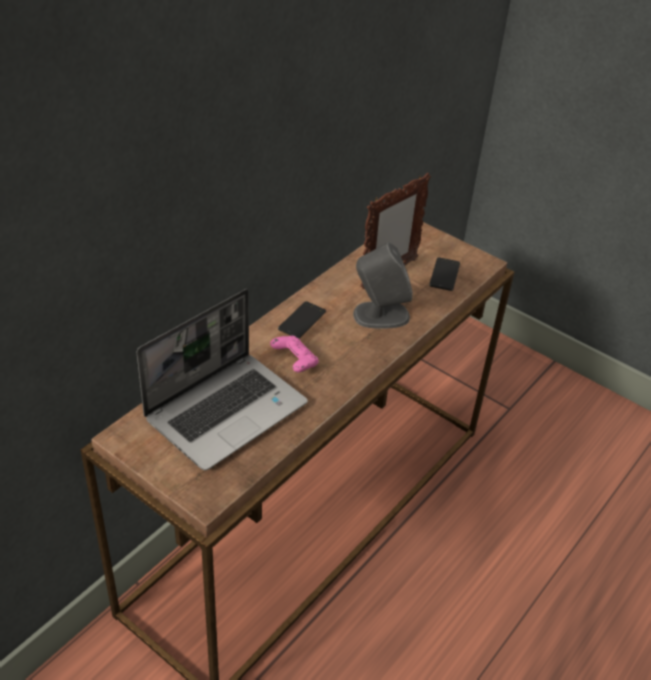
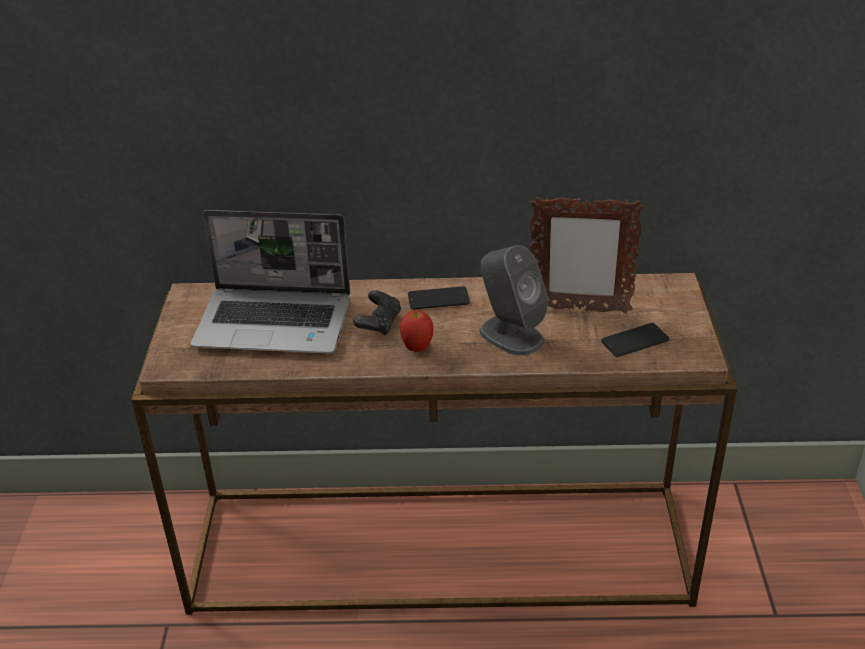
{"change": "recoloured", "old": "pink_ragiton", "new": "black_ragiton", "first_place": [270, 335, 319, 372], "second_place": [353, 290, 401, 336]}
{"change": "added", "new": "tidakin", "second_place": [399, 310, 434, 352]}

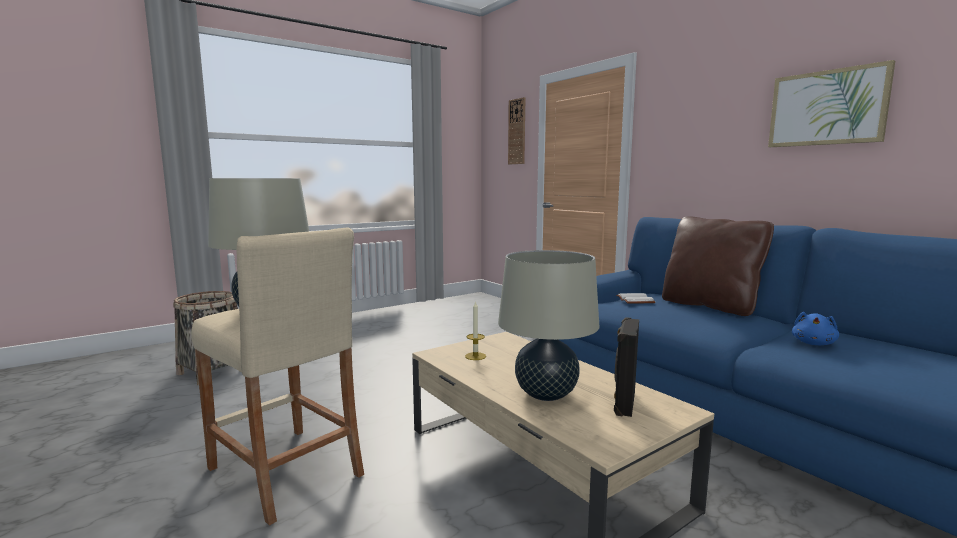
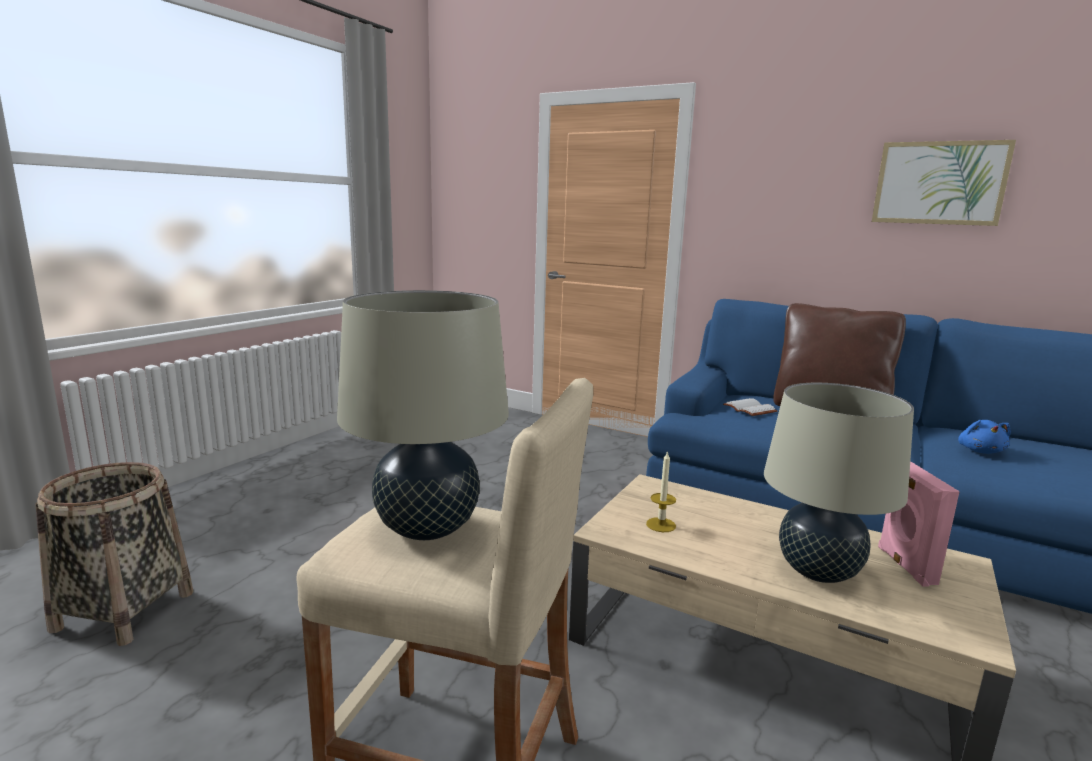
{"change": "recoloured", "old": "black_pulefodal", "new": "pink_pulefodal", "first_place": [614, 317, 639, 417], "second_place": [878, 462, 960, 586]}
{"change": "removed", "old": "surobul", "first_place": [508, 97, 525, 164]}

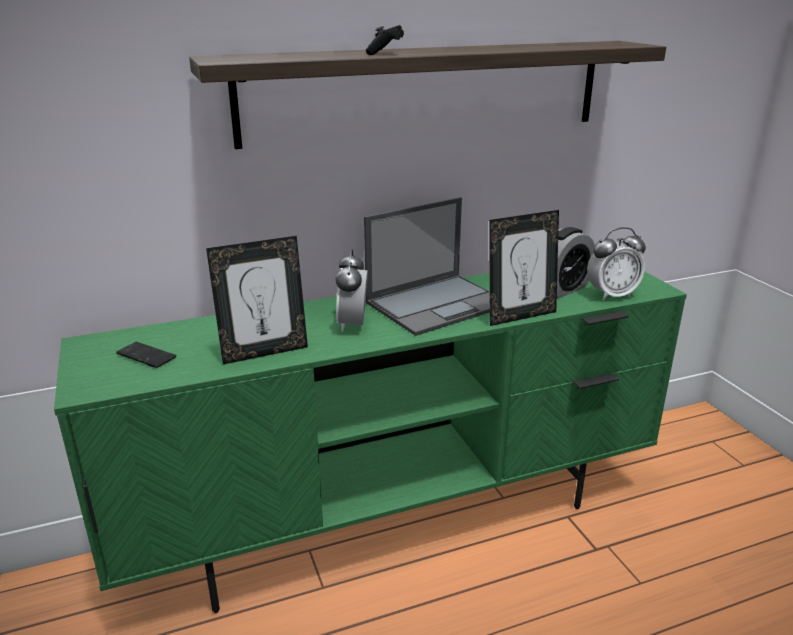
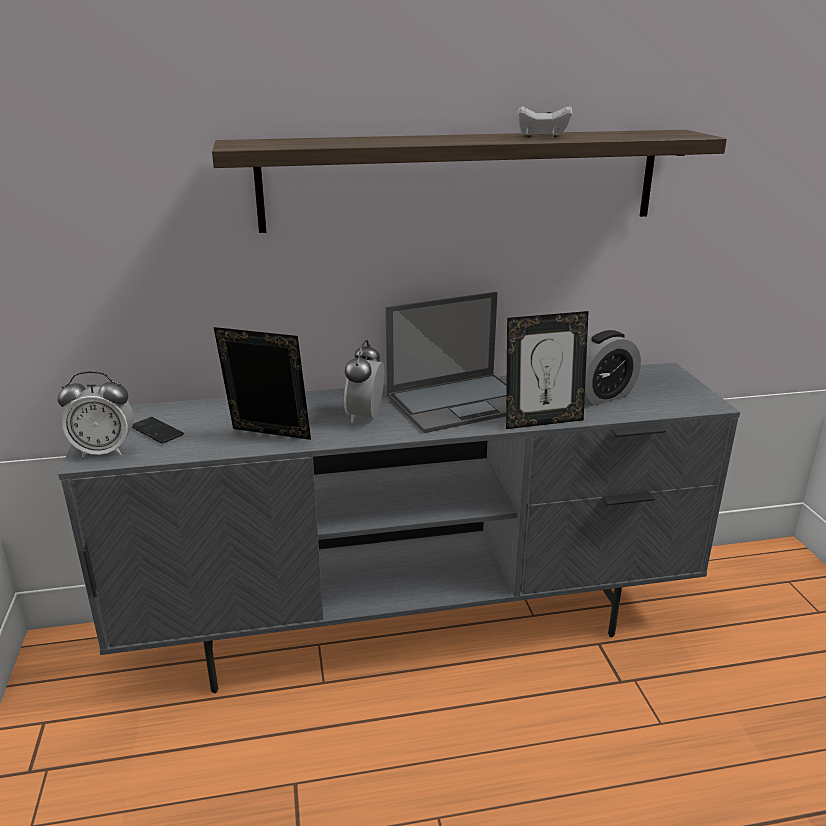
{"change": "moved", "old": "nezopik", "first_place": [587, 227, 646, 301], "second_place": [57, 371, 134, 458]}
{"change": "recoloured", "old": "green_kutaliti", "new": "grey_kutaliti", "first_place": [54, 272, 687, 613], "second_place": [58, 363, 740, 693]}
{"change": "turned", "old": "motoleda", "first_place": [206, 236, 308, 364], "second_place": [214, 327, 311, 440], "degrees": -150}
{"change": "added", "new": "white_ragiton", "second_place": [517, 106, 572, 137]}
{"change": "removed", "old": "black_ragiton", "first_place": [366, 25, 404, 55]}

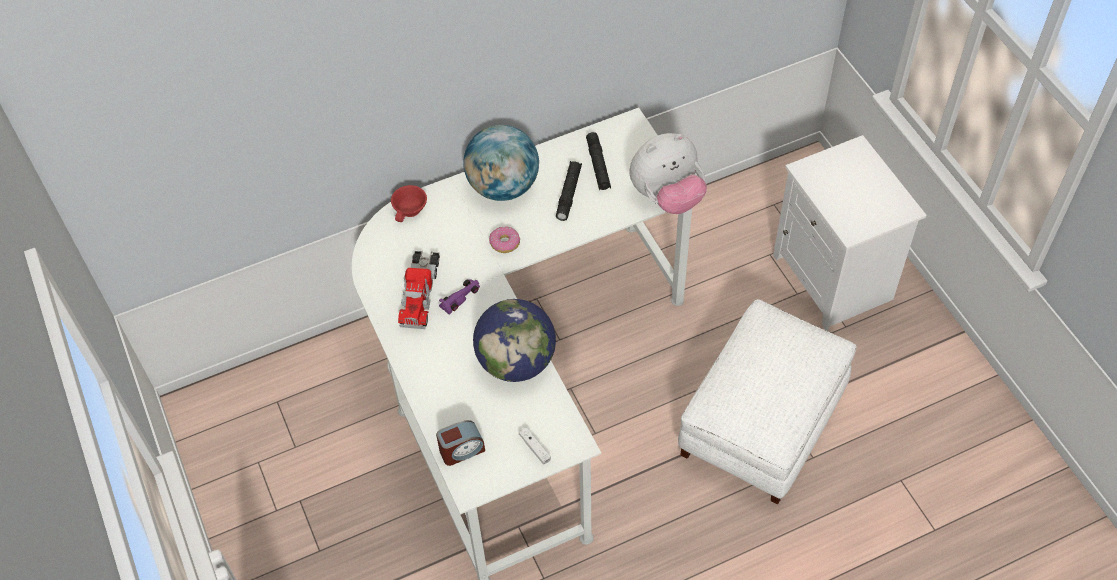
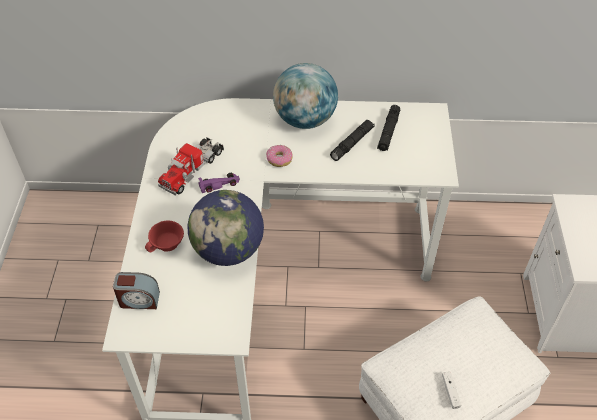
{"change": "moved", "old": "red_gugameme", "first_place": [391, 185, 427, 222], "second_place": [145, 220, 184, 252]}
{"change": "moved", "old": "white_ragiton", "first_place": [519, 427, 551, 464], "second_place": [442, 372, 461, 409]}
{"change": "removed", "old": "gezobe", "first_place": [629, 133, 707, 214]}

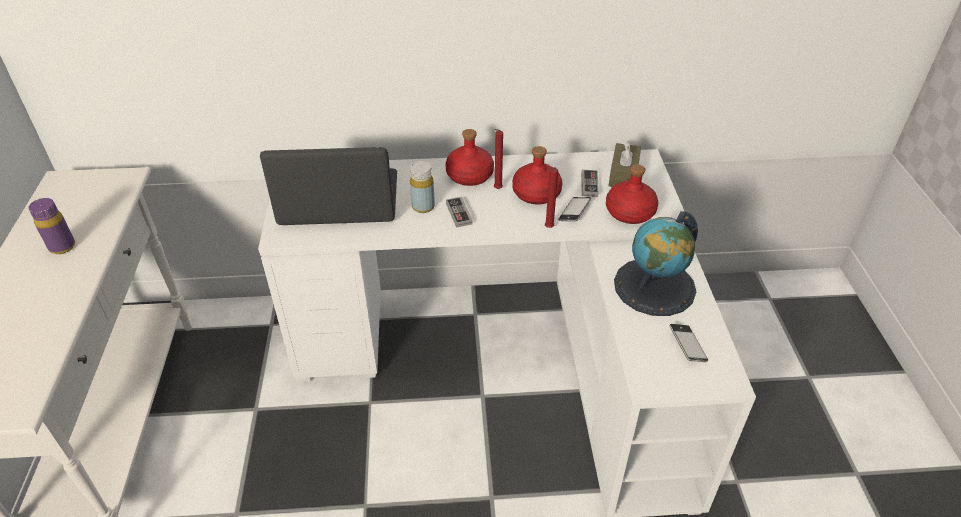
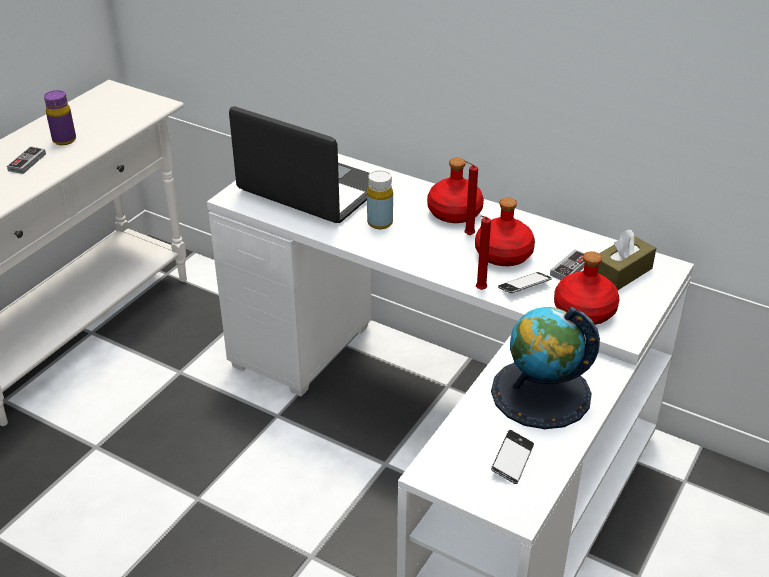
{"change": "moved", "old": "ragiton", "first_place": [446, 197, 473, 228], "second_place": [7, 146, 46, 174]}

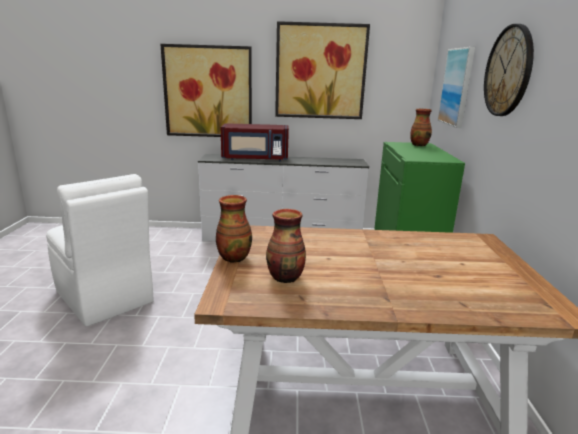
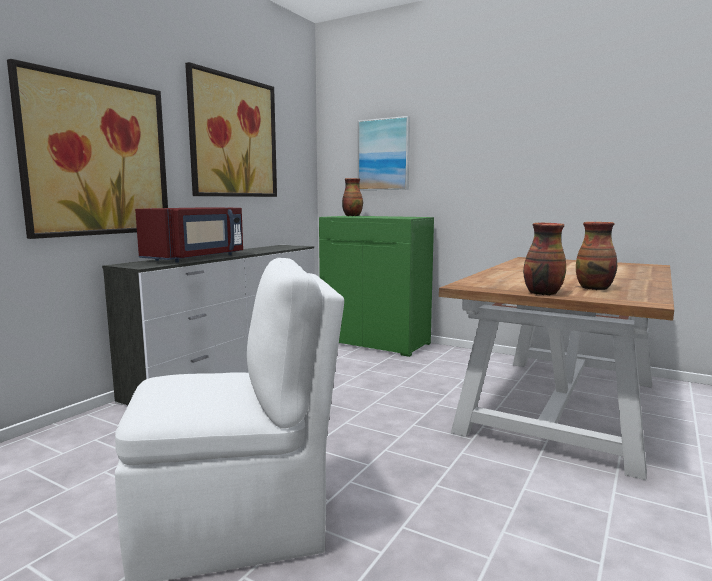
{"change": "removed", "old": "surobul", "first_place": [484, 24, 534, 116]}

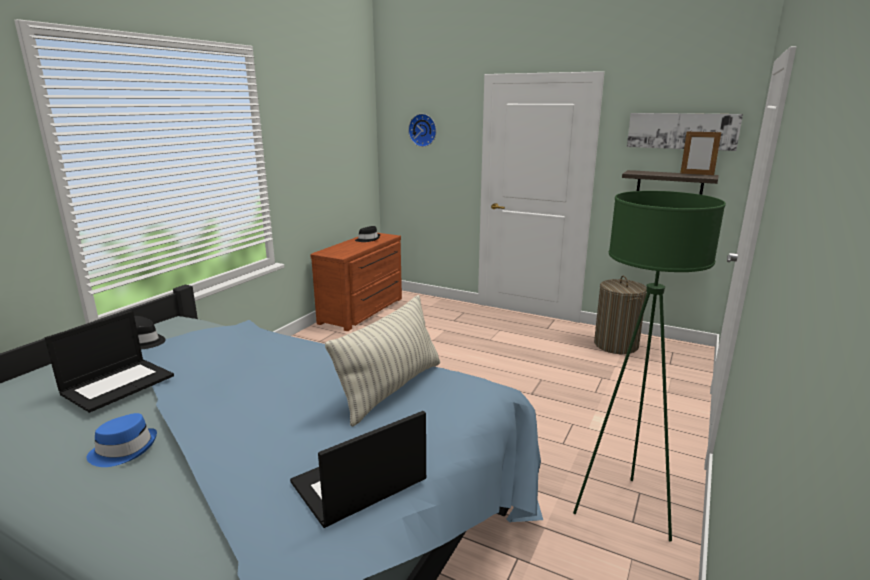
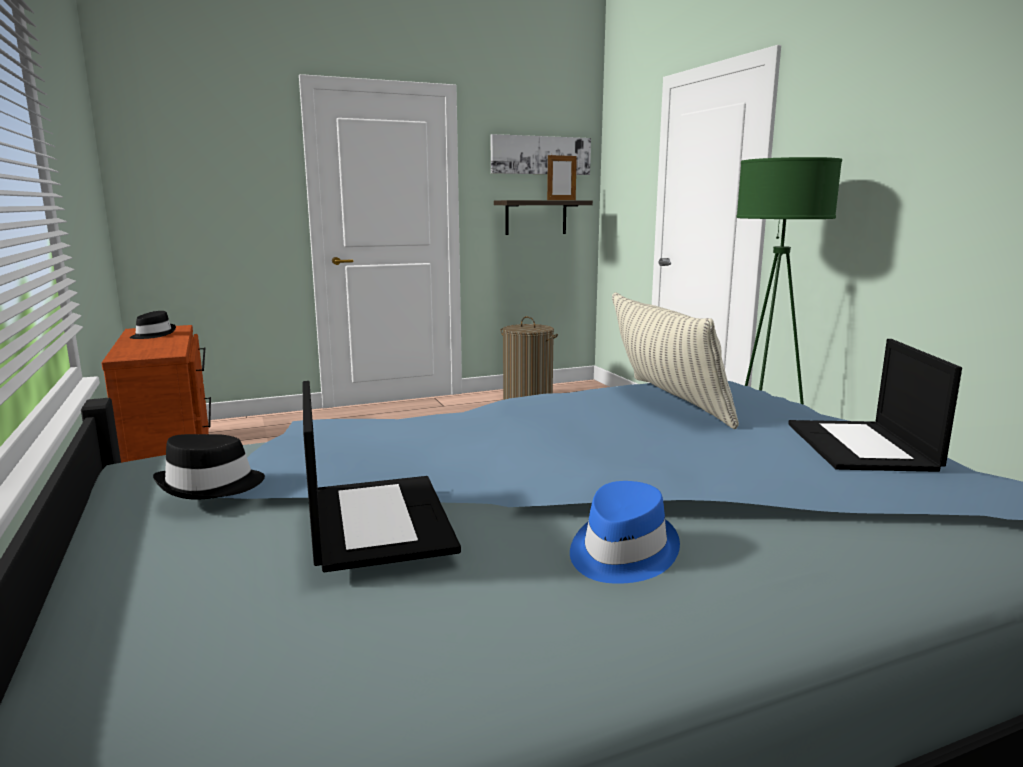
{"change": "removed", "old": "surobul", "first_place": [408, 114, 436, 147]}

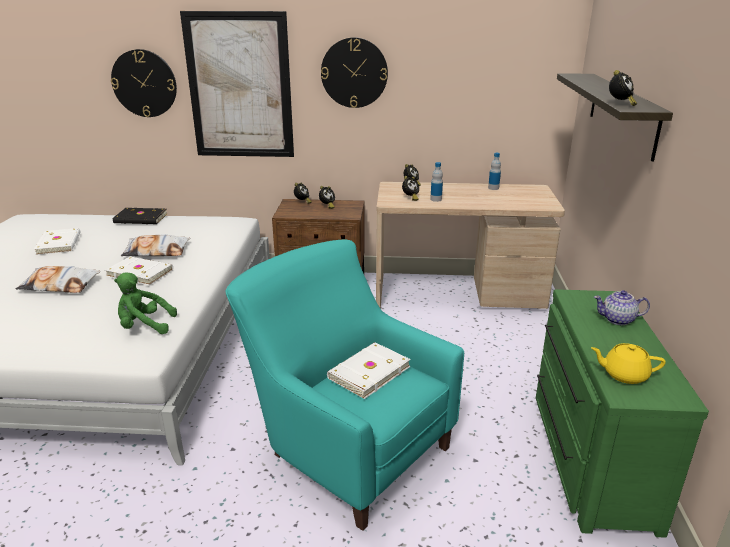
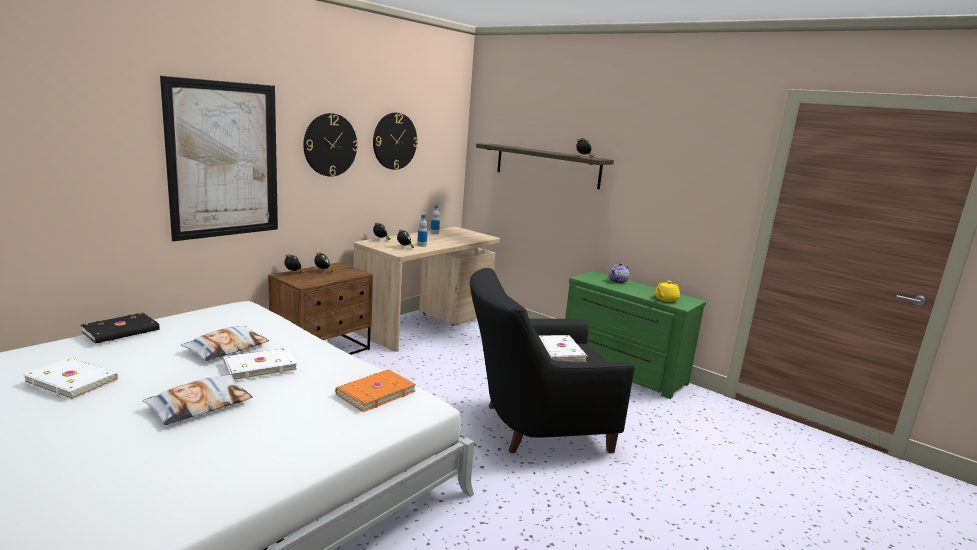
{"change": "replaced", "old": "green_gezobe", "new": "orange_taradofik", "first_place": [114, 272, 177, 334], "second_place": [335, 369, 416, 412]}
{"change": "moved", "old": "surobul", "first_place": [111, 49, 177, 117], "second_place": [373, 113, 418, 170]}
{"change": "recoloured", "old": "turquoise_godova", "new": "black_godova", "first_place": [225, 239, 464, 531], "second_place": [470, 268, 634, 453]}

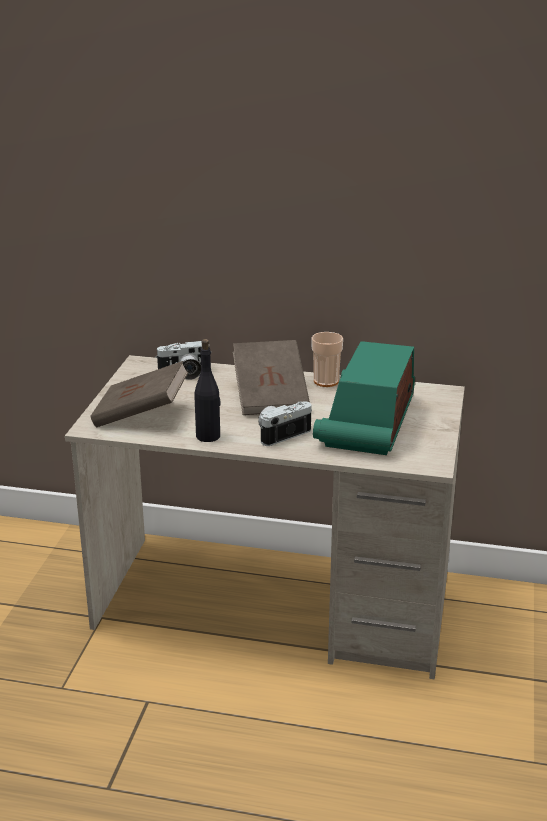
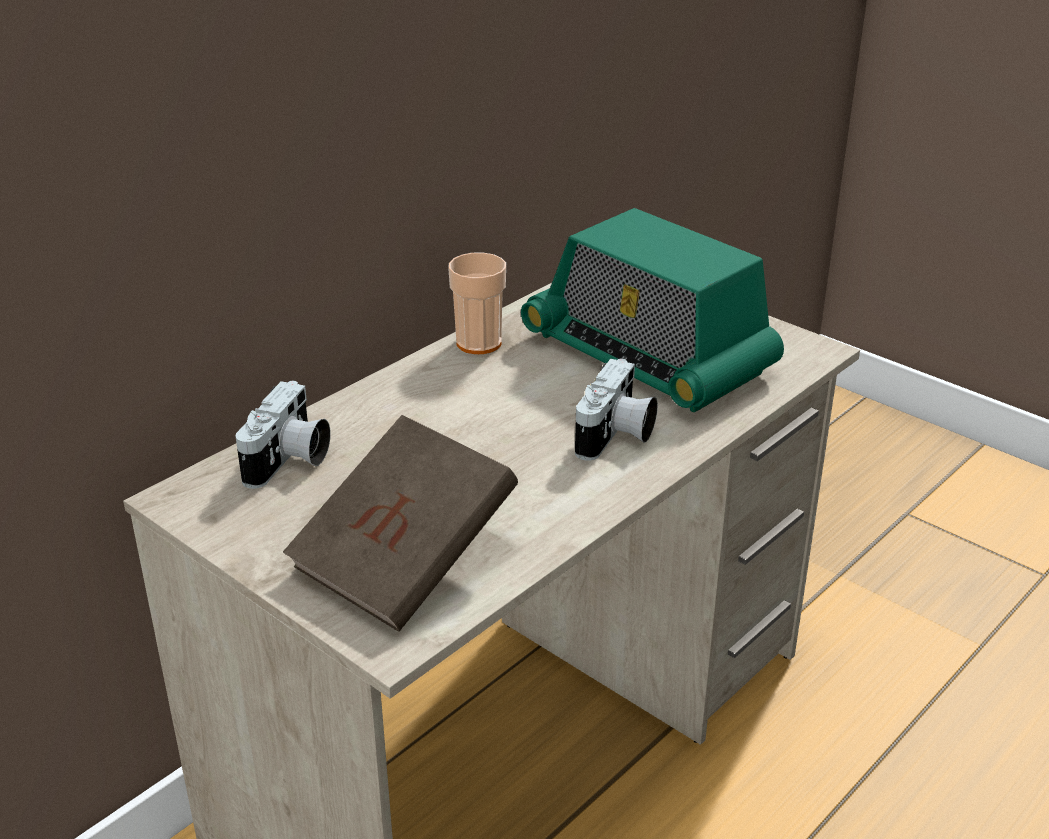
{"change": "turned", "old": "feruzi", "first_place": [258, 401, 312, 446], "second_place": [575, 358, 658, 461], "degrees": -150}
{"change": "removed", "old": "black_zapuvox", "first_place": [194, 339, 221, 442]}
{"change": "removed", "old": "brown_taradofik", "first_place": [233, 340, 310, 415]}

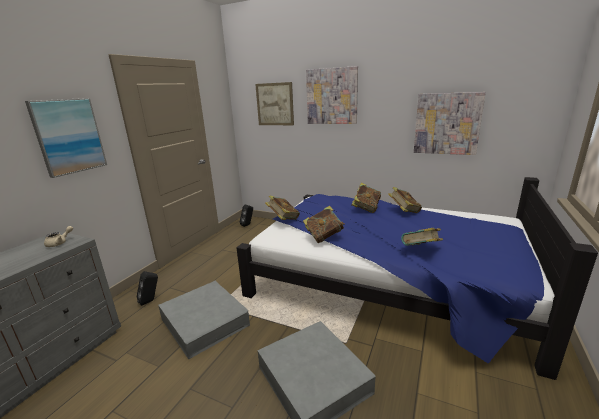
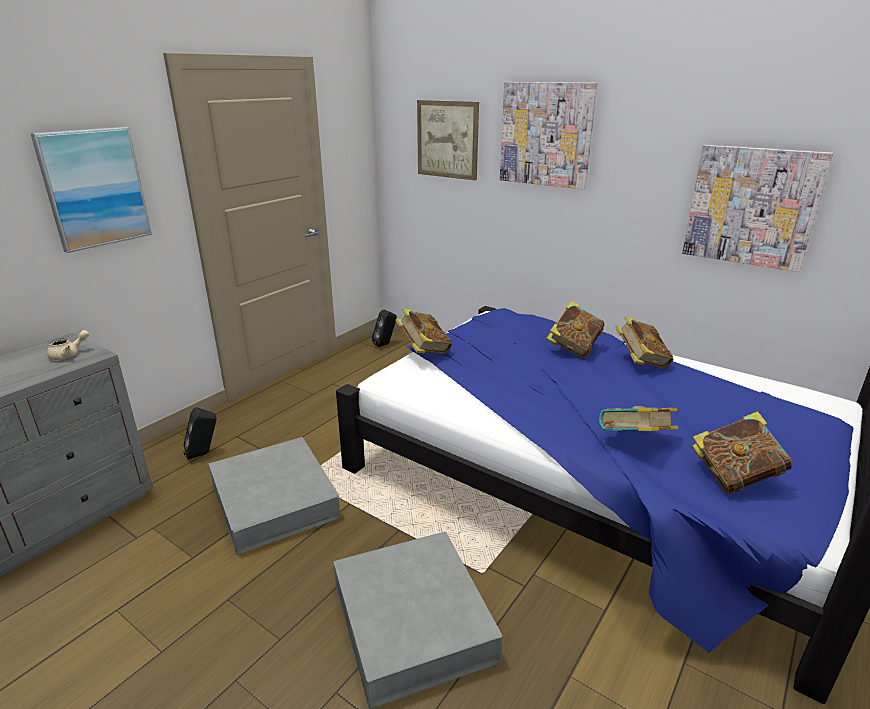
{"change": "moved", "old": "taradofik", "first_place": [303, 206, 344, 243], "second_place": [692, 411, 793, 494]}

